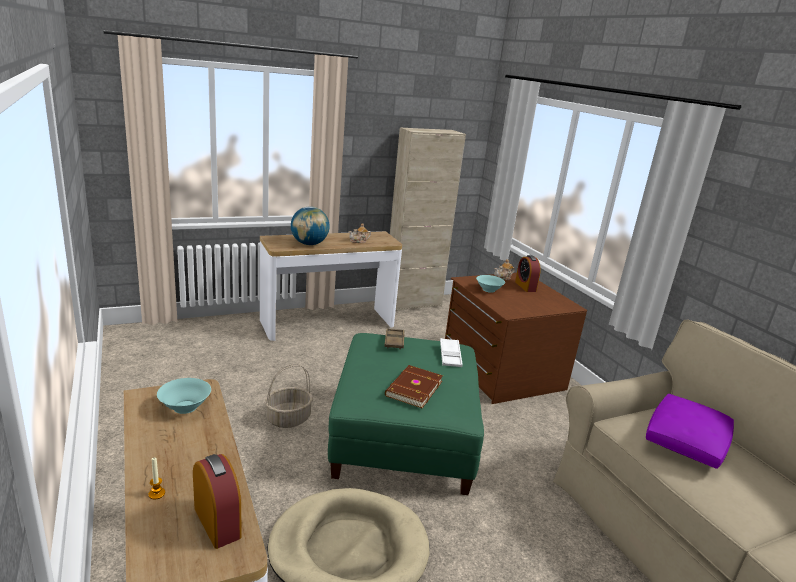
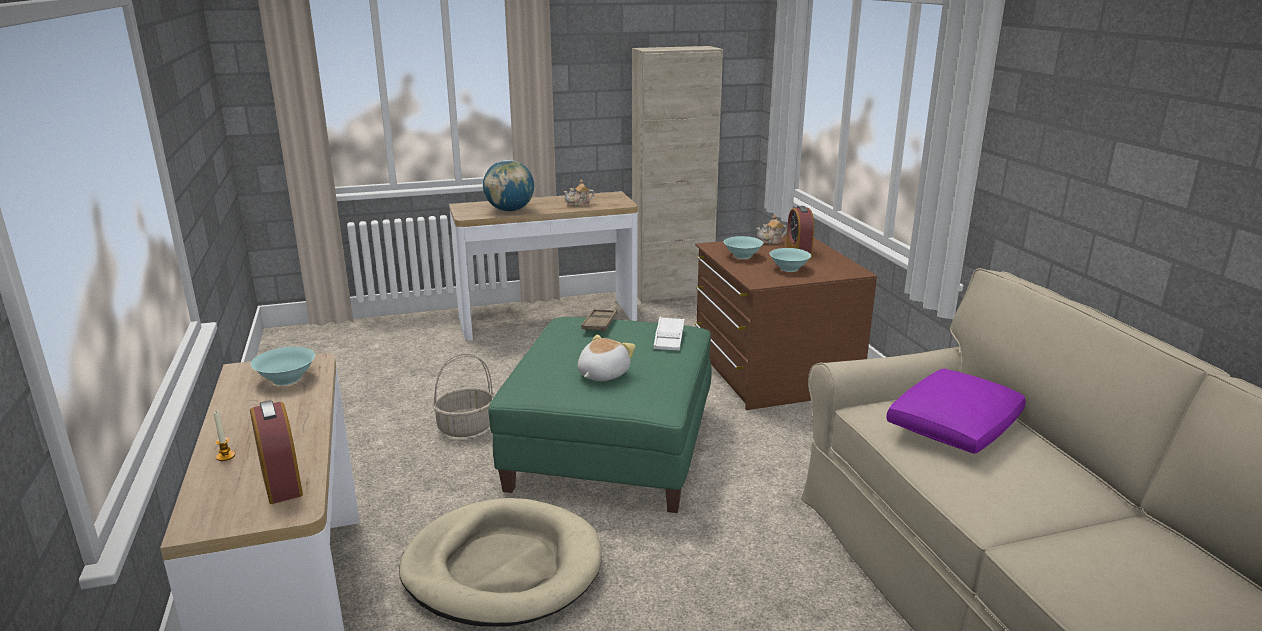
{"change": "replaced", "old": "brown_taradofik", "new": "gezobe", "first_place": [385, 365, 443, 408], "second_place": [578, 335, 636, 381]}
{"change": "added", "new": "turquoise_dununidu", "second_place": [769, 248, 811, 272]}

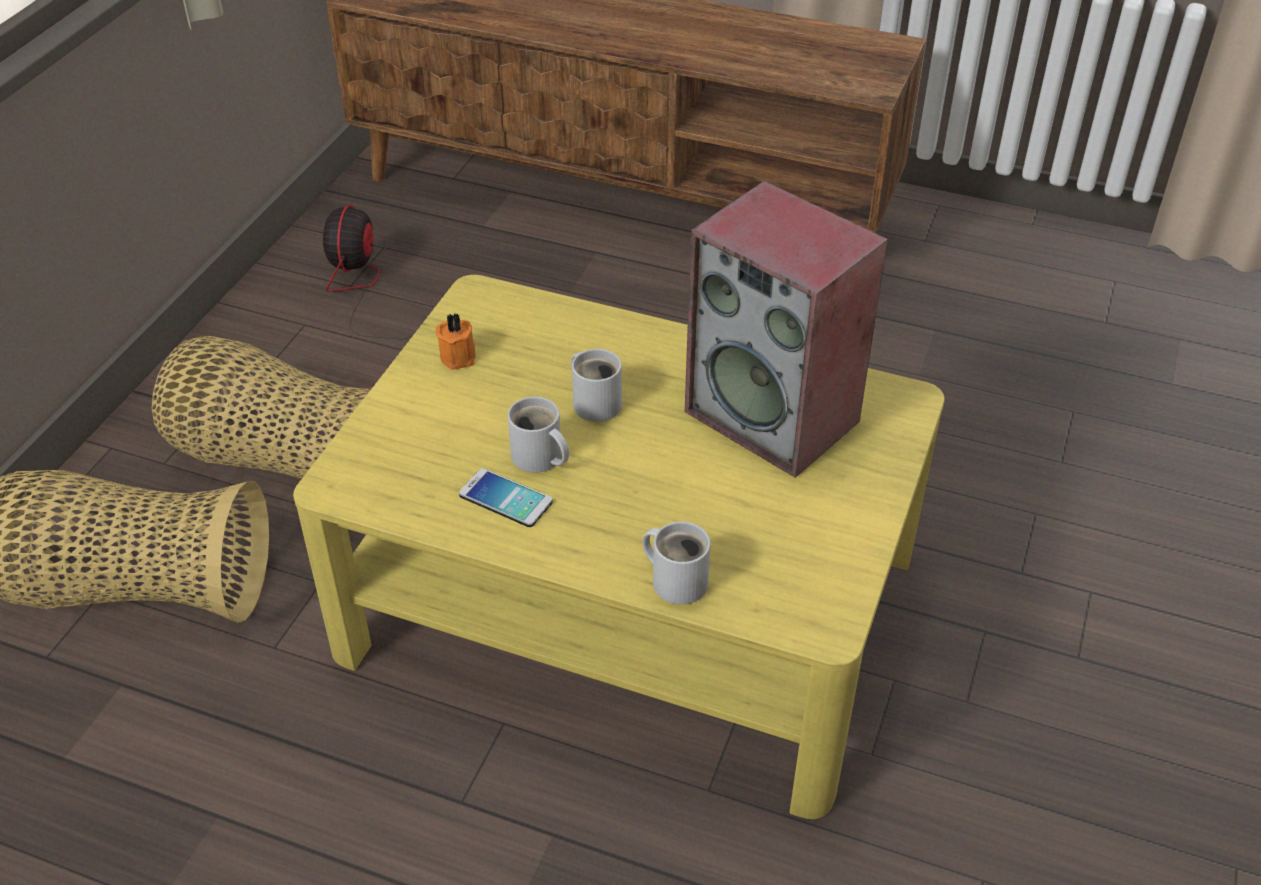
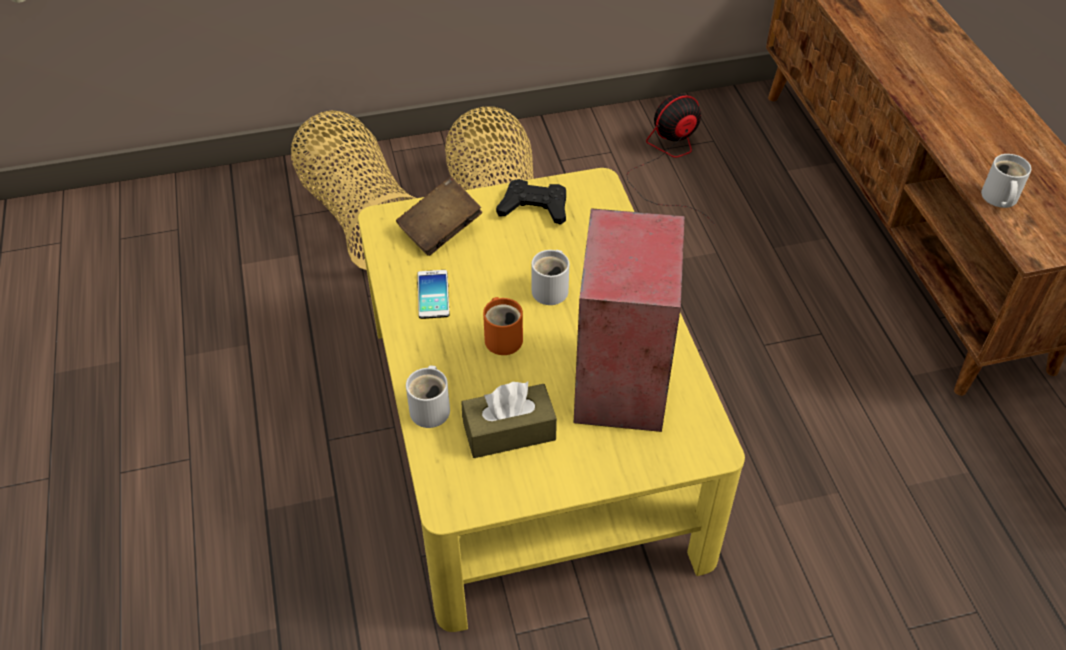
{"change": "added", "new": "brown_taradofik", "second_place": [396, 177, 482, 256]}
{"change": "added", "new": "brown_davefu", "second_place": [462, 382, 557, 458]}
{"change": "added", "new": "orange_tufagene", "second_place": [483, 297, 523, 355]}
{"change": "replaced", "old": "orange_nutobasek", "new": "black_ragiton", "first_place": [435, 313, 476, 370], "second_place": [496, 179, 566, 225]}
{"change": "moved", "old": "white_tufagene", "first_place": [508, 397, 569, 473], "second_place": [981, 154, 1031, 208]}

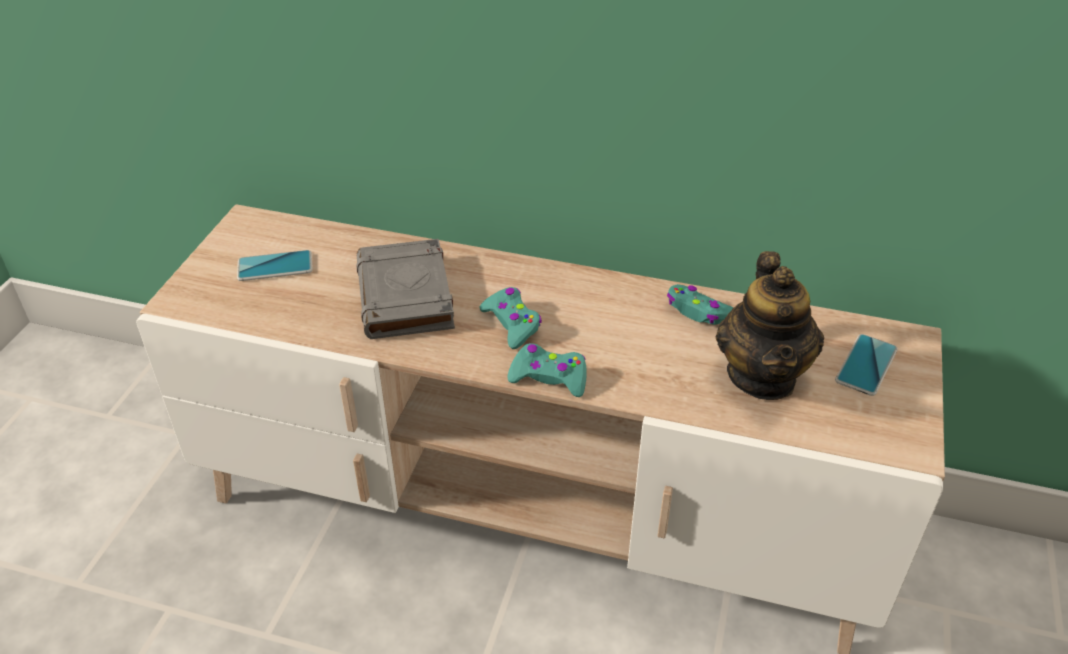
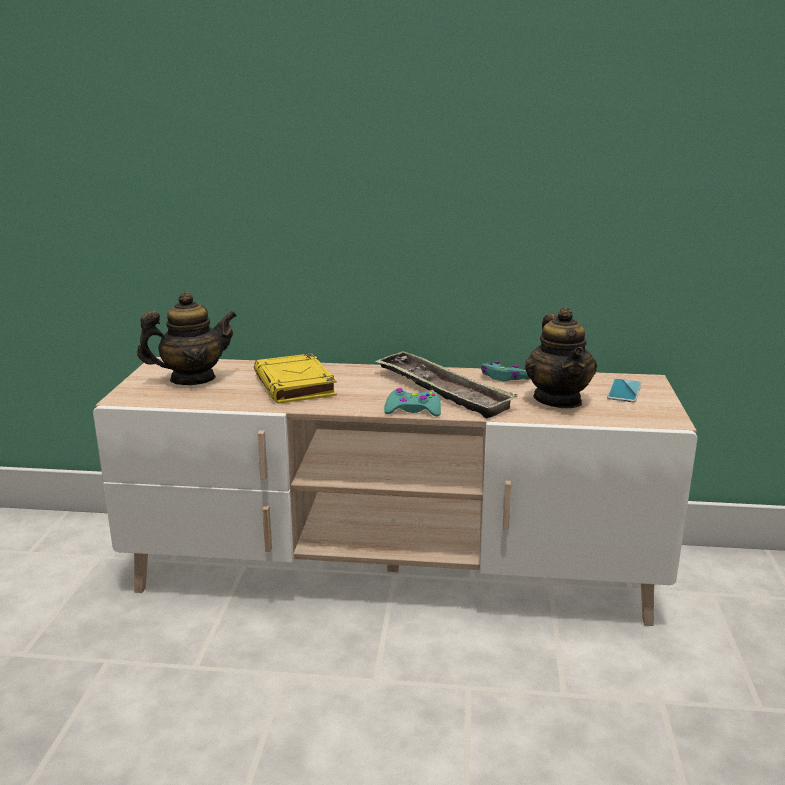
{"change": "replaced", "old": "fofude", "new": "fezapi", "first_place": [237, 250, 313, 281], "second_place": [137, 292, 237, 385]}
{"change": "recoloured", "old": "grey_taradofik", "new": "yellow_taradofik", "first_place": [357, 239, 455, 339], "second_place": [254, 353, 337, 404]}
{"change": "added", "new": "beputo", "second_place": [375, 351, 518, 418]}
{"change": "removed", "old": "turquoise_ragiton", "first_place": [479, 287, 542, 349]}

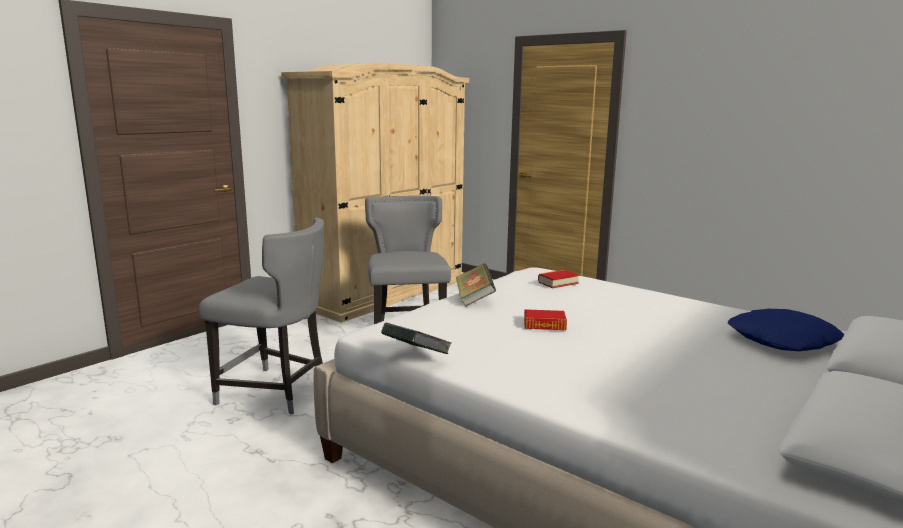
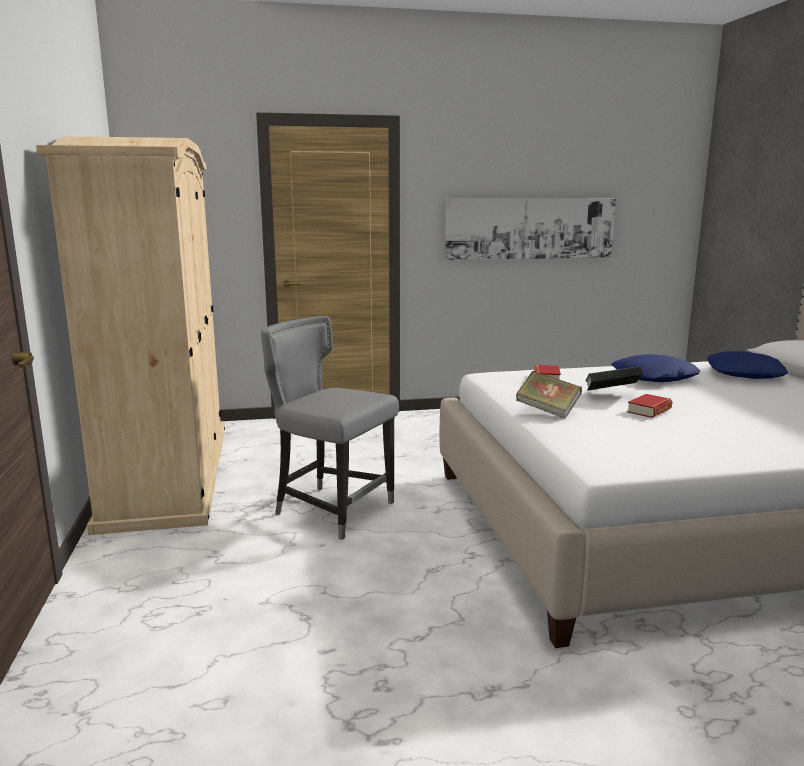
{"change": "added", "new": "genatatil", "second_place": [445, 199, 616, 260]}
{"change": "moved", "old": "taradofik", "first_place": [381, 323, 451, 354], "second_place": [585, 366, 643, 391]}
{"change": "added", "new": "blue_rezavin", "second_place": [611, 354, 700, 382]}
{"change": "removed", "old": "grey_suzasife", "first_place": [199, 218, 324, 414]}

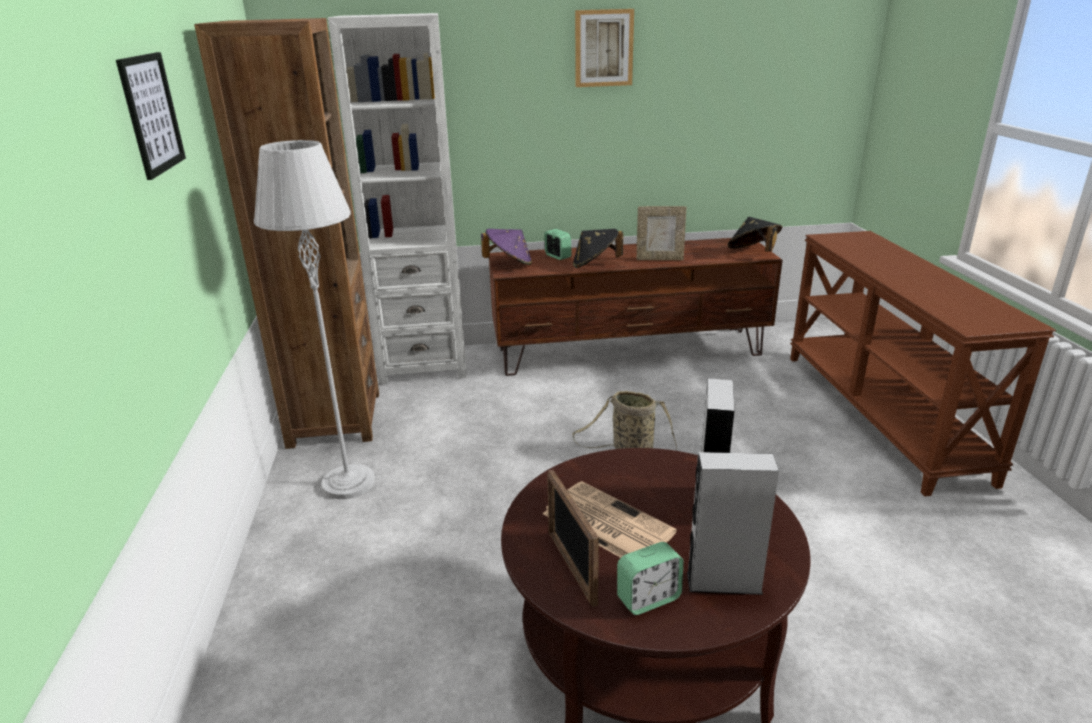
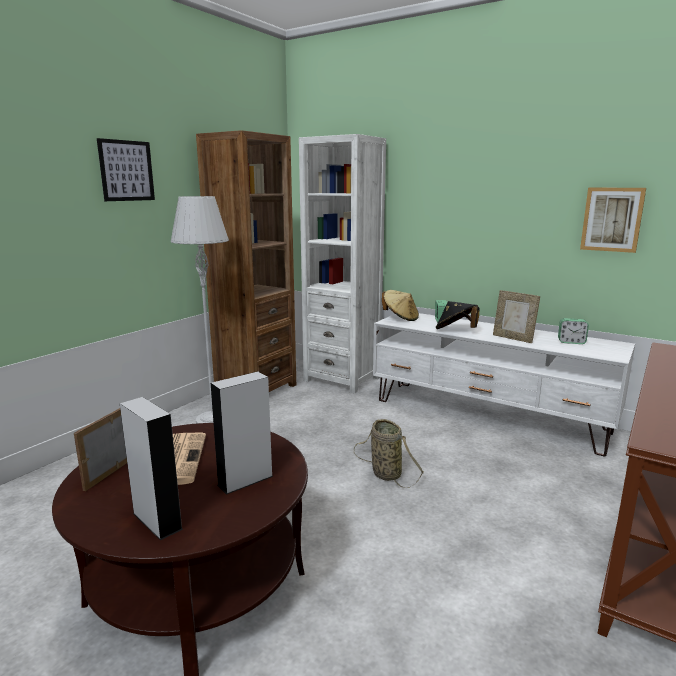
{"change": "recoloured", "old": "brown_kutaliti", "new": "white_kutaliti", "first_place": [489, 238, 783, 376], "second_place": [373, 313, 635, 457]}
{"change": "recoloured", "old": "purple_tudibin", "new": "beige_tudibin", "first_place": [481, 229, 532, 265], "second_place": [382, 290, 419, 321]}
{"change": "moved", "old": "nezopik", "first_place": [617, 542, 683, 615], "second_place": [558, 318, 589, 344]}
{"change": "moved", "old": "genatatil", "first_place": [575, 9, 634, 87], "second_place": [580, 188, 646, 253]}
{"change": "removed", "old": "black_tudibin", "first_place": [728, 217, 782, 251]}

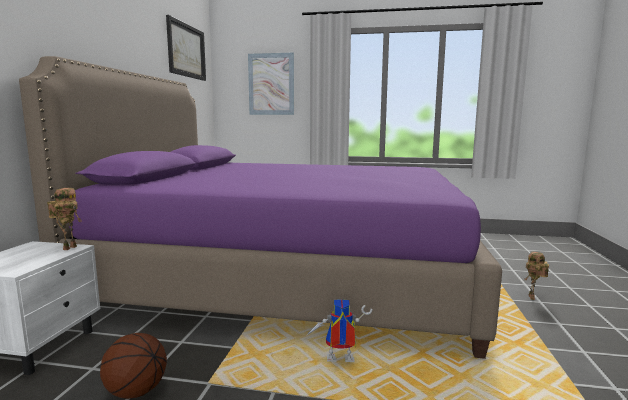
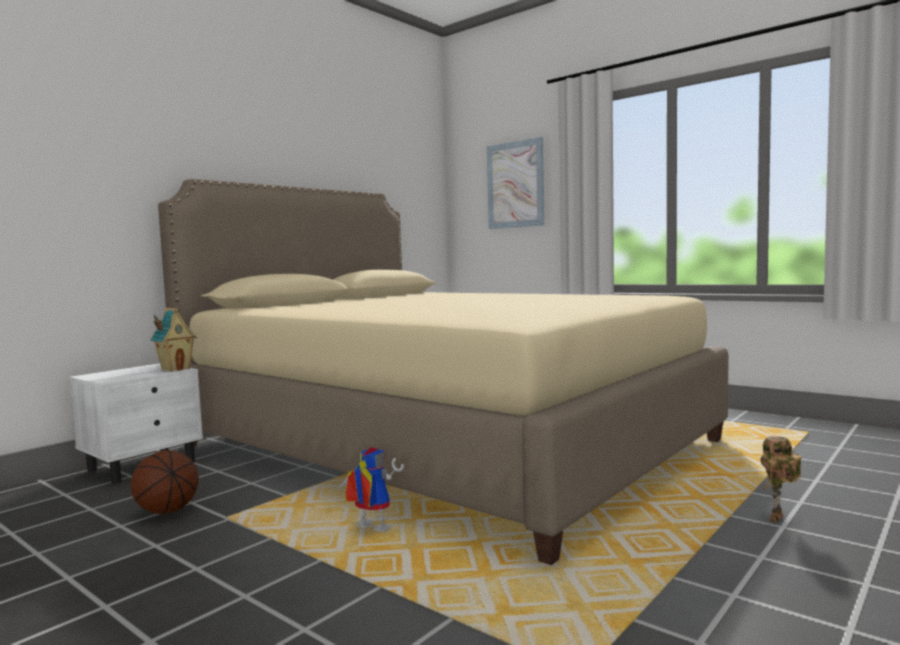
{"change": "replaced", "old": "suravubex", "new": "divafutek", "first_place": [47, 188, 82, 250], "second_place": [150, 308, 197, 372]}
{"change": "recoloured", "old": "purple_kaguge", "new": "beige_kaguge", "first_place": [19, 56, 502, 359], "second_place": [158, 179, 729, 565]}
{"change": "removed", "old": "genatatil", "first_place": [166, 15, 206, 81]}

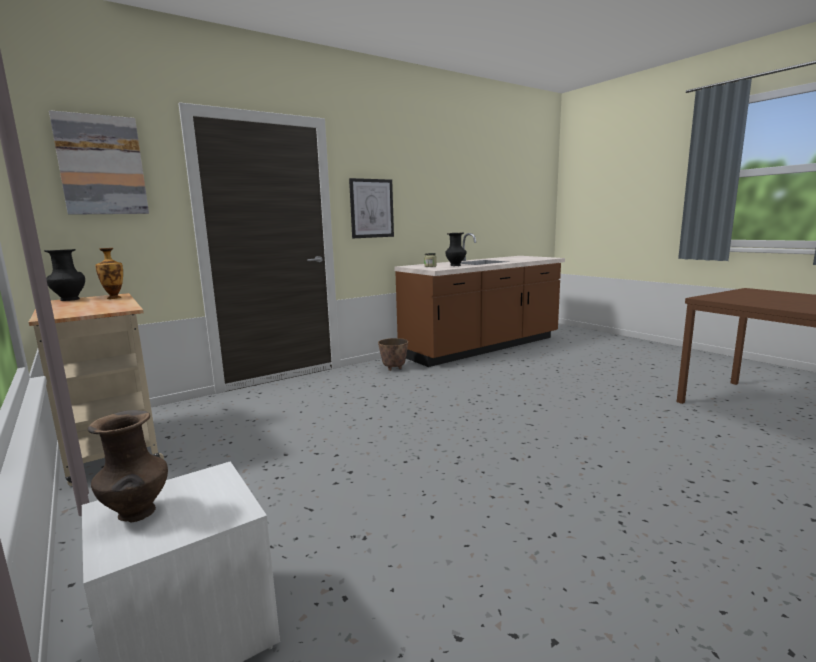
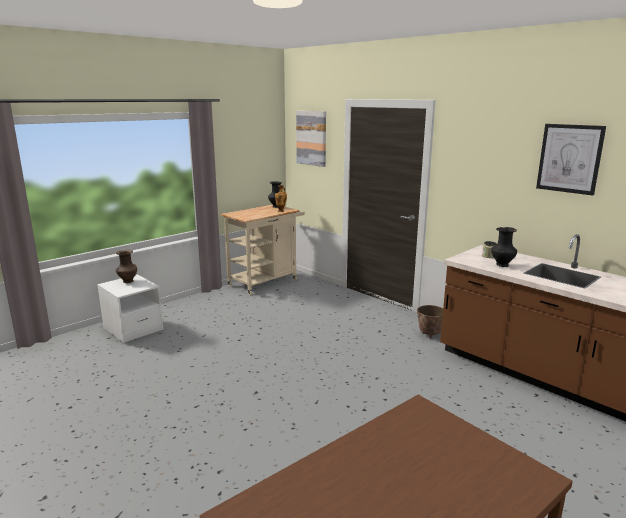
{"change": "moved", "old": "genatatil", "first_place": [349, 178, 394, 238], "second_place": [536, 124, 606, 196]}

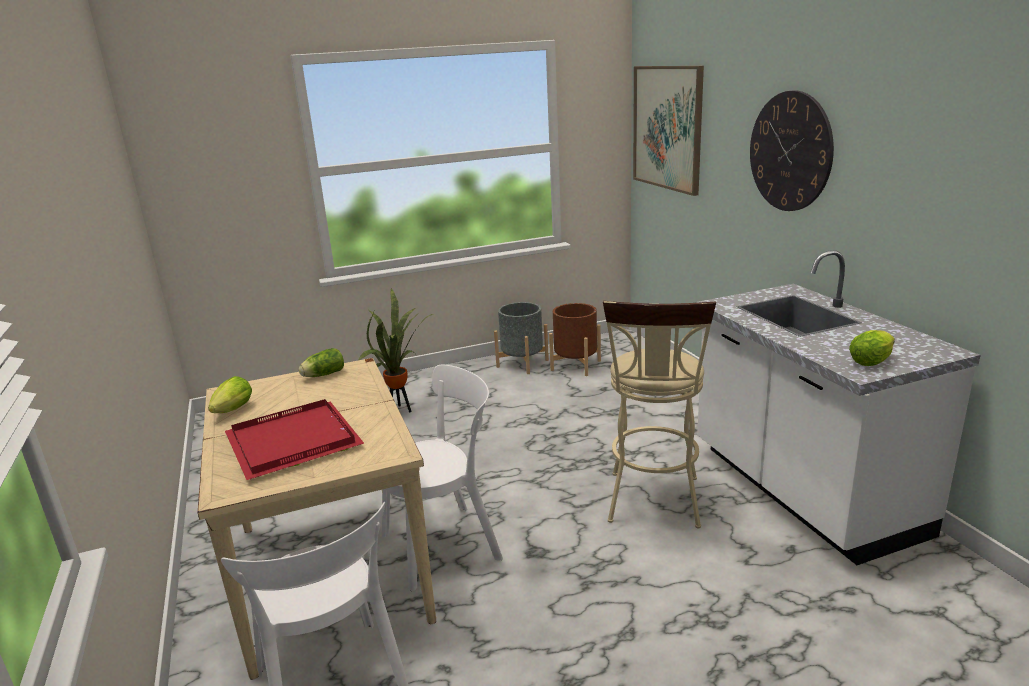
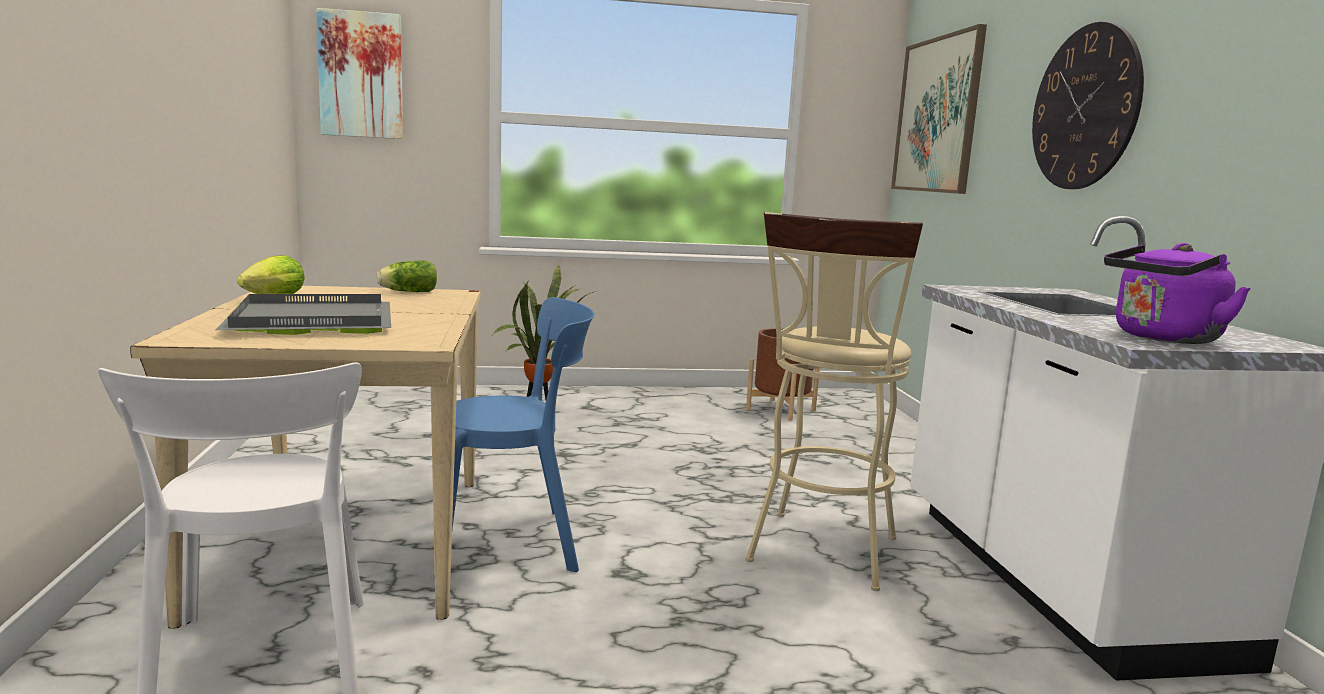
{"change": "recoloured", "old": "red_beputo", "new": "grey_beputo", "first_place": [225, 399, 364, 480], "second_place": [216, 294, 391, 335]}
{"change": "added", "new": "genatatil", "second_place": [316, 8, 403, 139]}
{"change": "recoloured", "old": "white_suzasife", "new": "blue_suzasife", "first_place": [382, 365, 503, 591], "second_place": [434, 297, 595, 579]}
{"change": "replaced", "old": "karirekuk", "new": "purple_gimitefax", "first_place": [849, 330, 895, 366], "second_place": [1104, 243, 1251, 344]}
{"change": "removed", "old": "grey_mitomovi", "first_place": [494, 302, 549, 374]}

